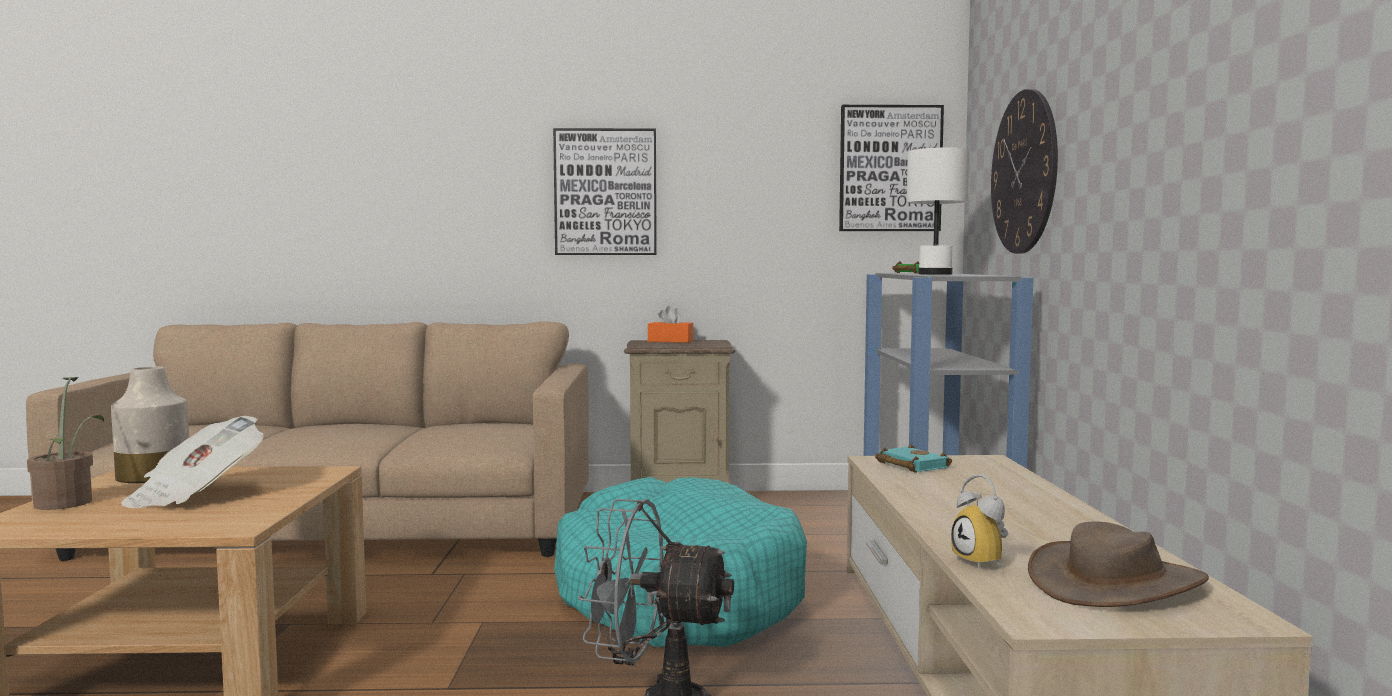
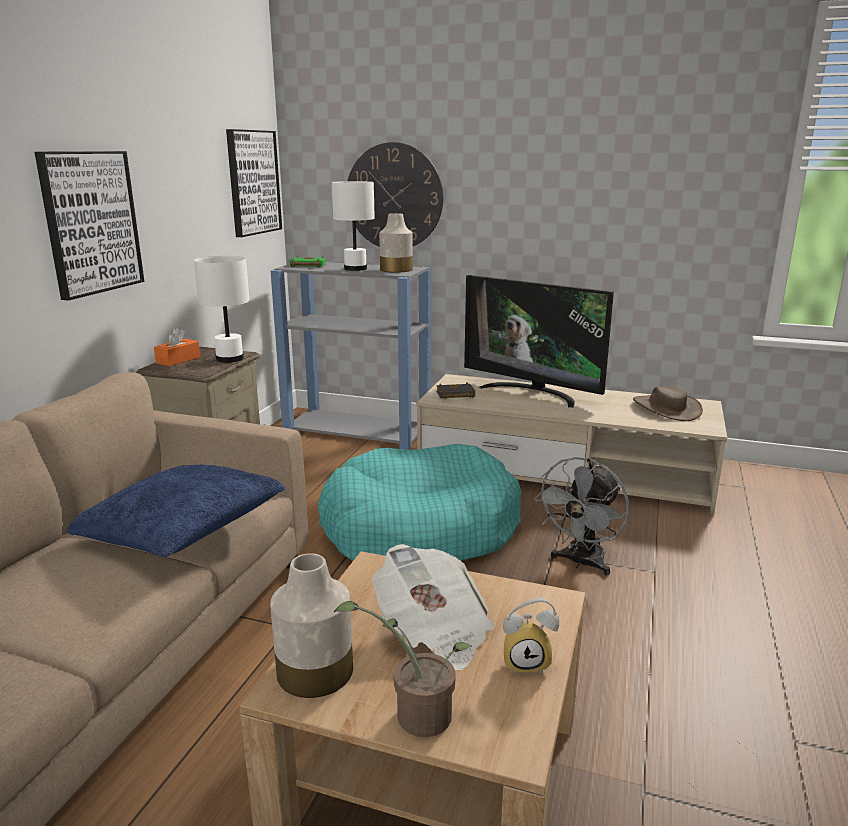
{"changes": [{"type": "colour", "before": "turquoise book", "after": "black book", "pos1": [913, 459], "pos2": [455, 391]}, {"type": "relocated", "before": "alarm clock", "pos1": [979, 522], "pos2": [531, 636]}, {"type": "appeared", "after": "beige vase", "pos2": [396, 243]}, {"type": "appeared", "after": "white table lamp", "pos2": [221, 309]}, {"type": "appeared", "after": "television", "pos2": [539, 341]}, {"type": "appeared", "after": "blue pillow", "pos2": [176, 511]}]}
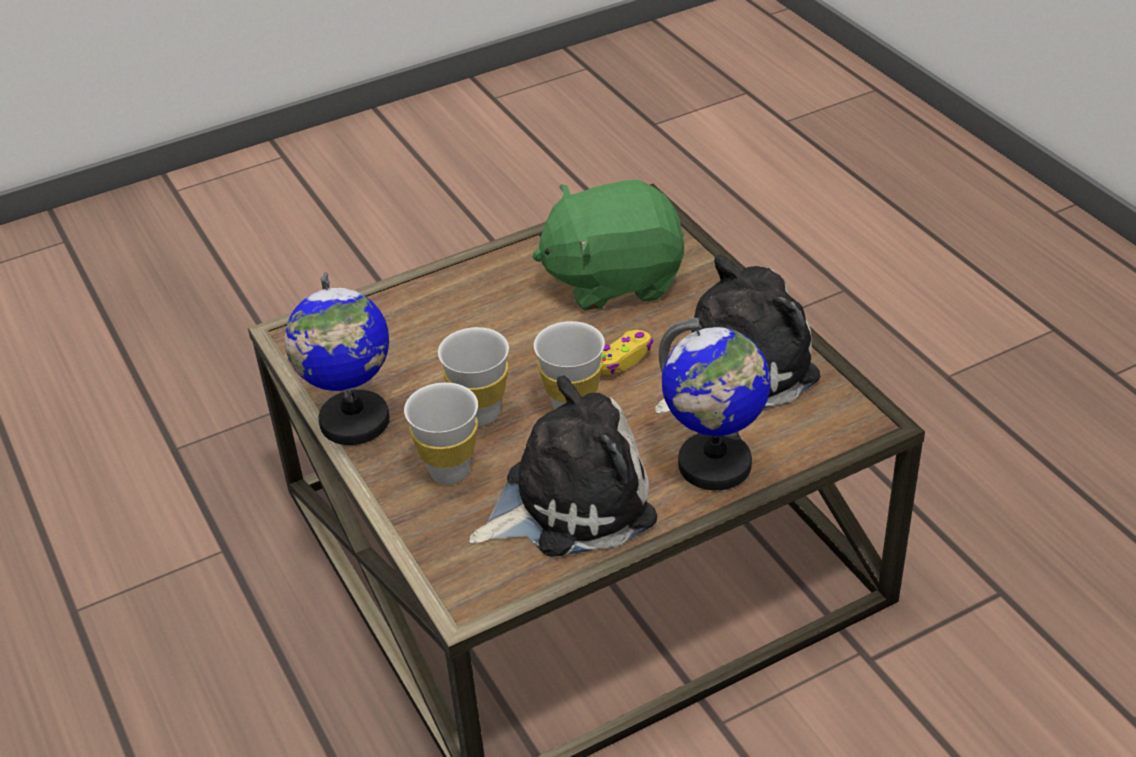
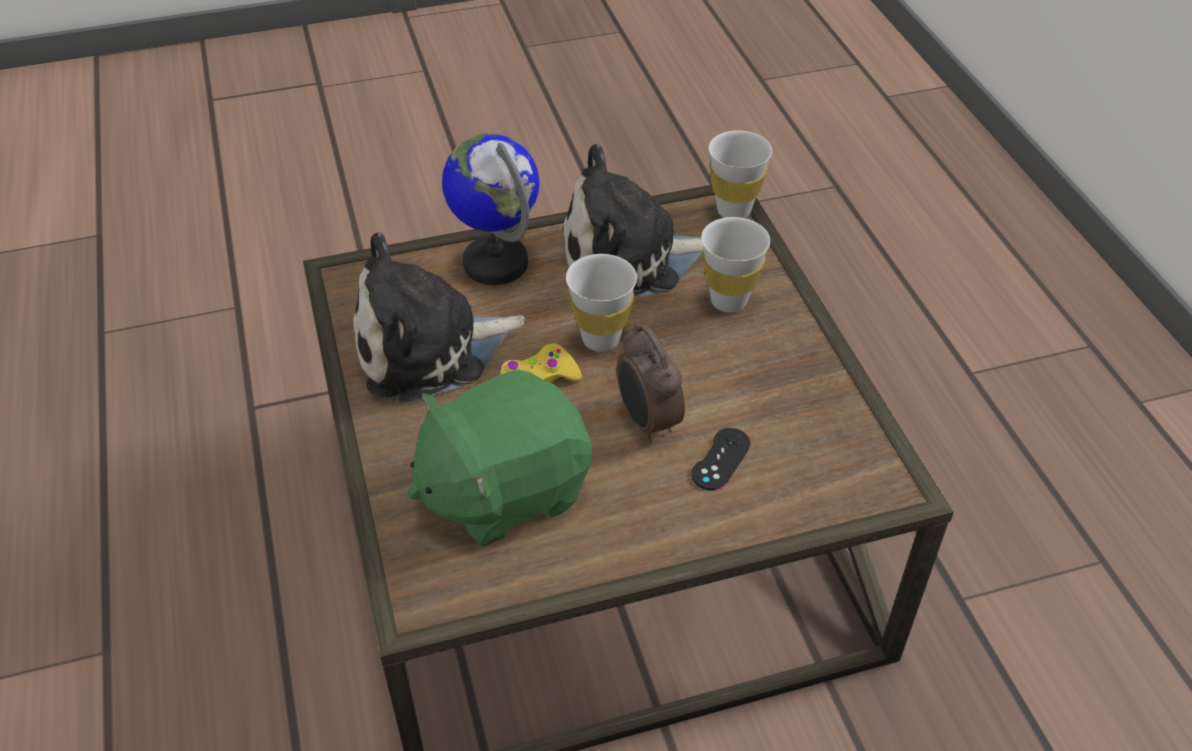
{"changes": [{"type": "spun", "before": "green plush toy", "pos1": [608, 245], "pos2": [499, 458], "turn": 150}, {"type": "missing", "before": "globe", "pos1": [337, 358]}, {"type": "relocated", "before": "white cup", "pos1": [473, 376], "pos2": [740, 174]}, {"type": "appeared", "after": "alarm clock", "pos2": [651, 383]}, {"type": "appeared", "after": "black game controller", "pos2": [720, 459]}]}
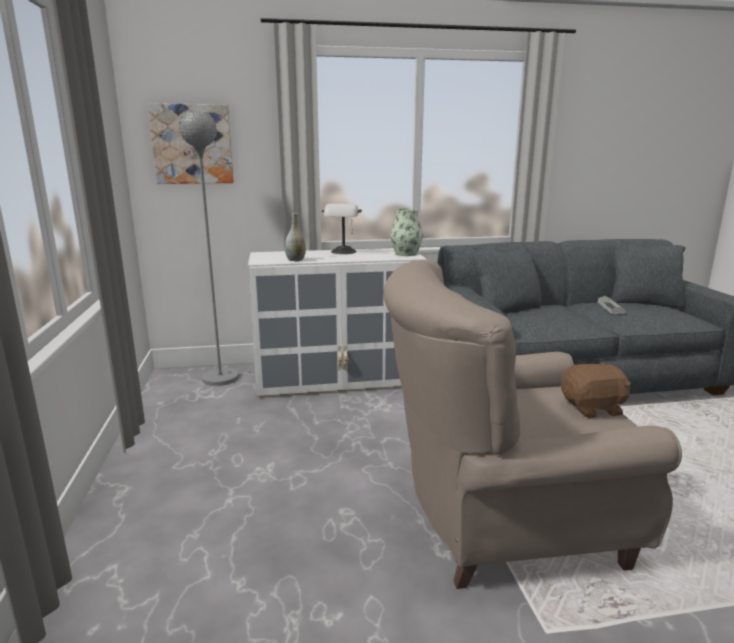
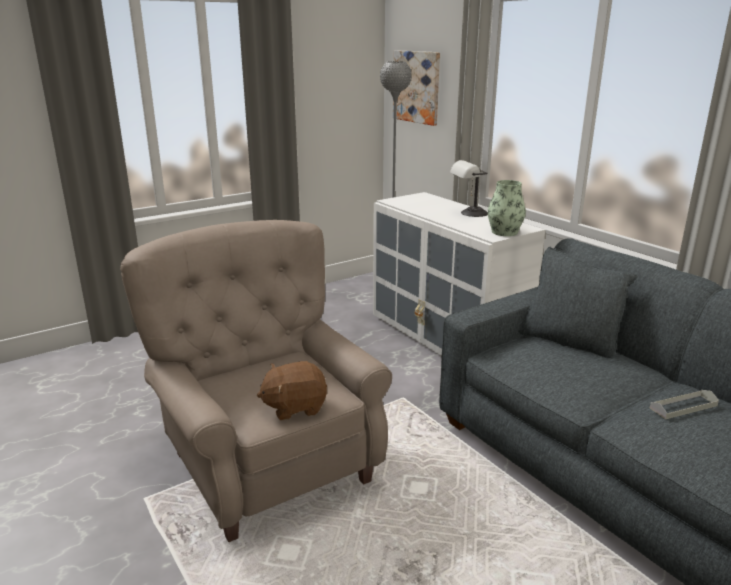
{"changes": [{"type": "missing", "before": "grey vase", "pos1": [295, 237]}, {"type": "spun", "before": "brown plush toy", "pos1": [596, 390], "pos2": [292, 391], "turn": 105}]}
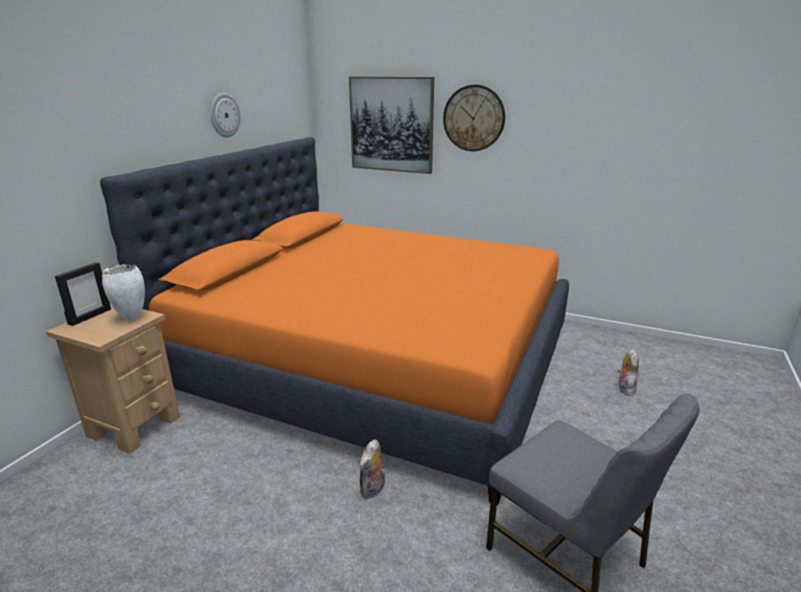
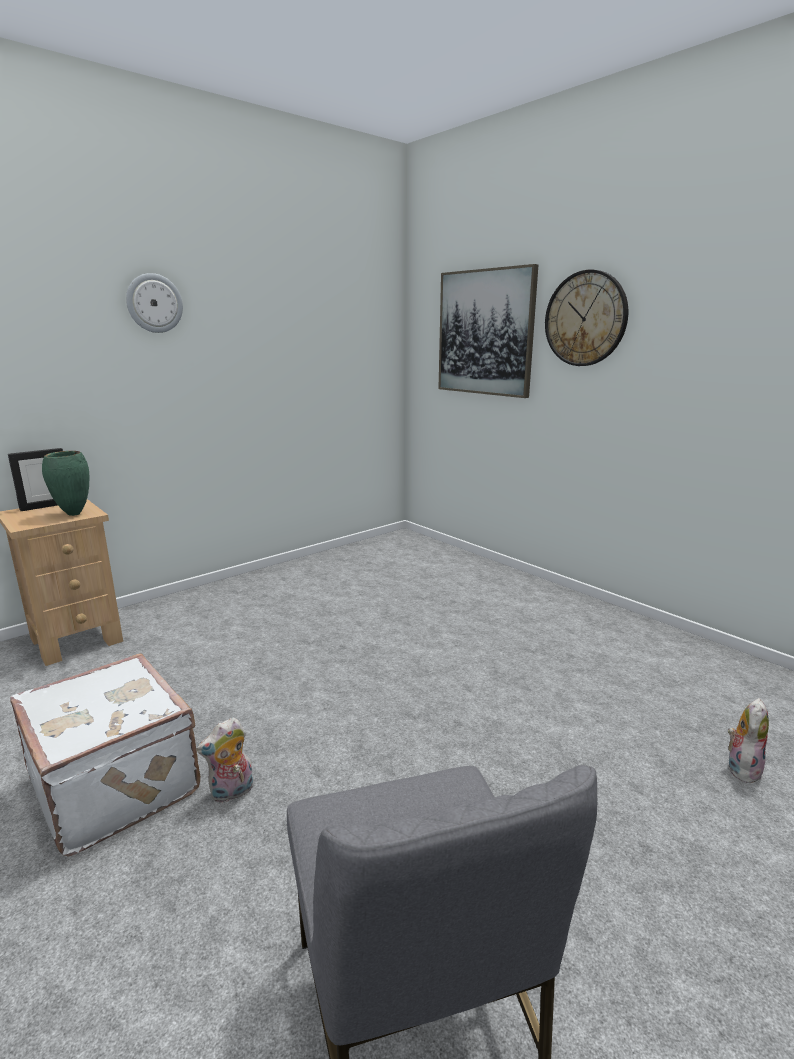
{"changes": [{"type": "relocated", "before": "wall clock", "pos1": [225, 115], "pos2": [154, 303]}, {"type": "missing", "before": "orange bed", "pos1": [334, 321]}, {"type": "colour", "before": "white vase", "after": "green vase", "pos1": [123, 292], "pos2": [65, 483]}, {"type": "appeared", "after": "white suitcase", "pos2": [105, 755]}]}
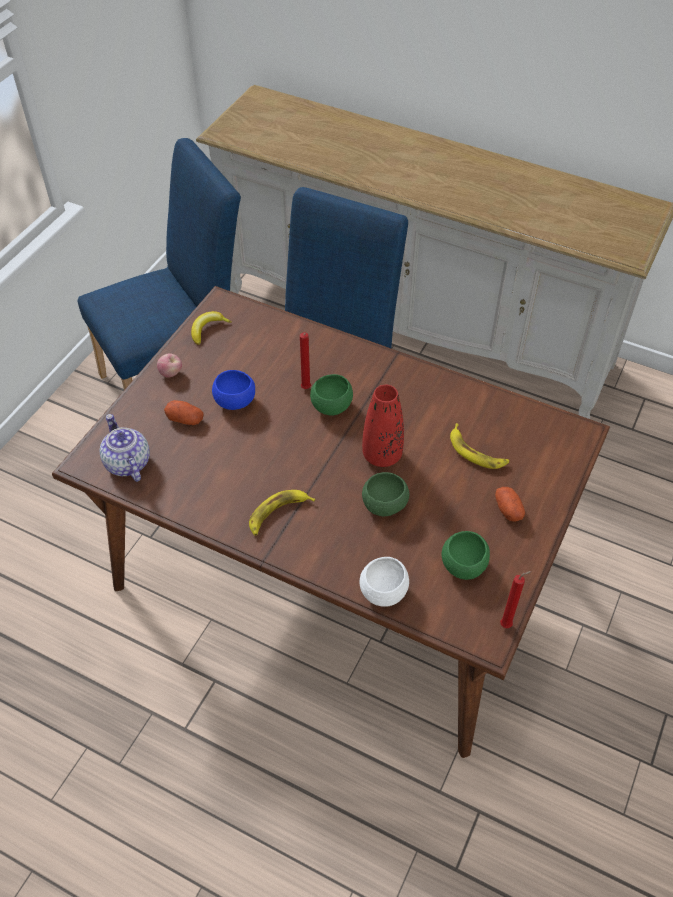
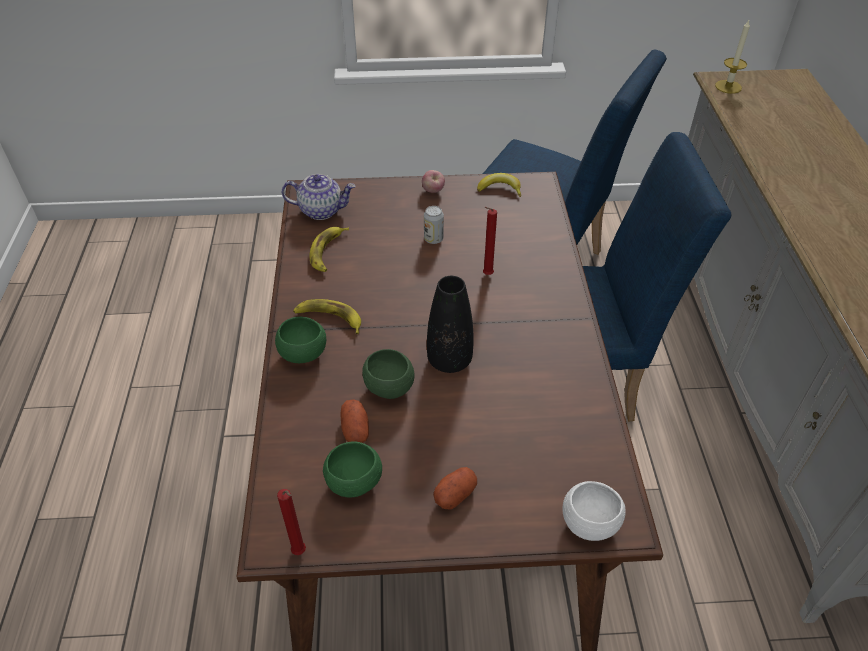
{"changes": [{"type": "exchanged", "before": "blue bowl", "after": "can", "pos1": [233, 390], "pos2": [434, 225]}, {"type": "relocated", "before": "green bowl", "pos1": [331, 395], "pos2": [300, 340]}, {"type": "colour", "before": "red vase", "after": "black vase", "pos1": [383, 426], "pos2": [450, 324]}, {"type": "relocated", "before": "potato", "pos1": [184, 412], "pos2": [354, 421]}, {"type": "spun", "before": "teapot", "pos1": [125, 448], "pos2": [319, 197], "turn": 60}, {"type": "relocated", "before": "banana", "pos1": [479, 446], "pos2": [329, 249]}, {"type": "relocated", "before": "white bowl", "pos1": [384, 582], "pos2": [594, 511]}, {"type": "appeared", "after": "candle", "pos2": [732, 57]}]}
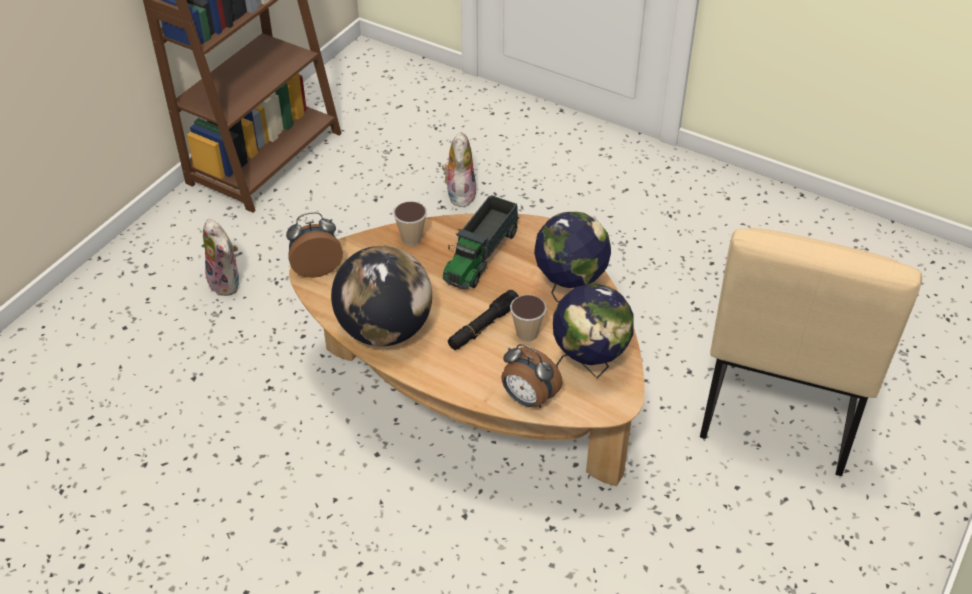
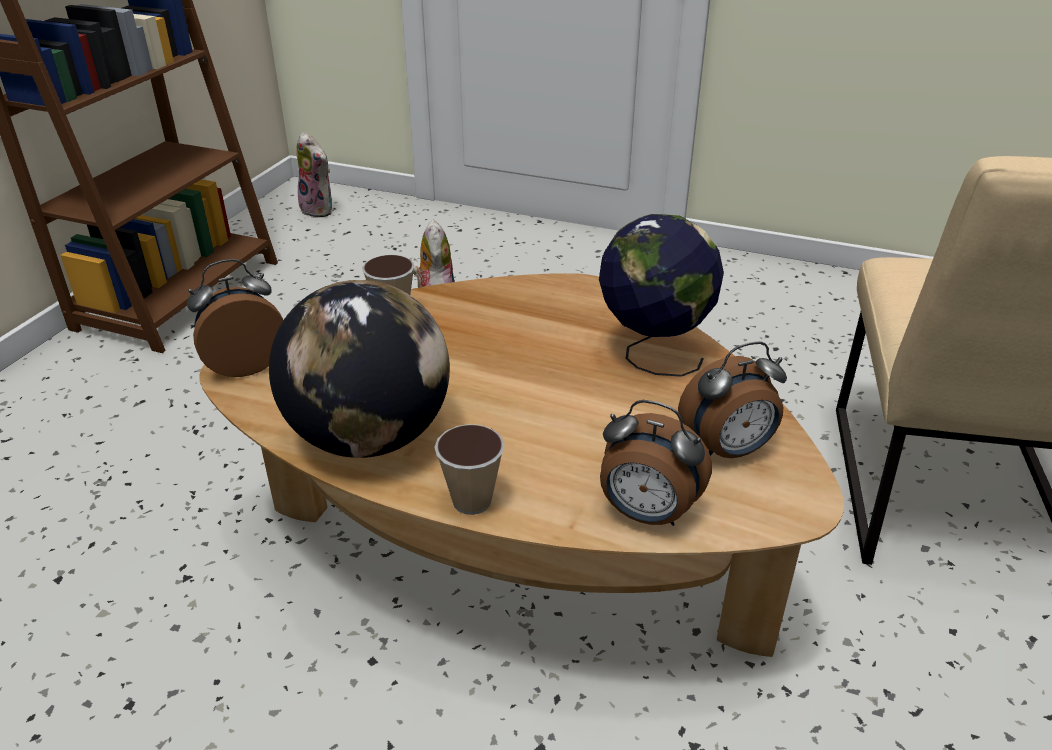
{"changes": [{"type": "missing", "before": "toy truck", "pos1": [481, 242]}, {"type": "relocated", "before": "plush toy", "pos1": [221, 257], "pos2": [314, 175]}, {"type": "exchanged", "before": "globe", "after": "alarm clock", "pos1": [593, 330], "pos2": [732, 399]}, {"type": "missing", "before": "black flashlight", "pos1": [483, 320]}, {"type": "relocated", "before": "cup", "pos1": [528, 318], "pos2": [469, 469]}]}
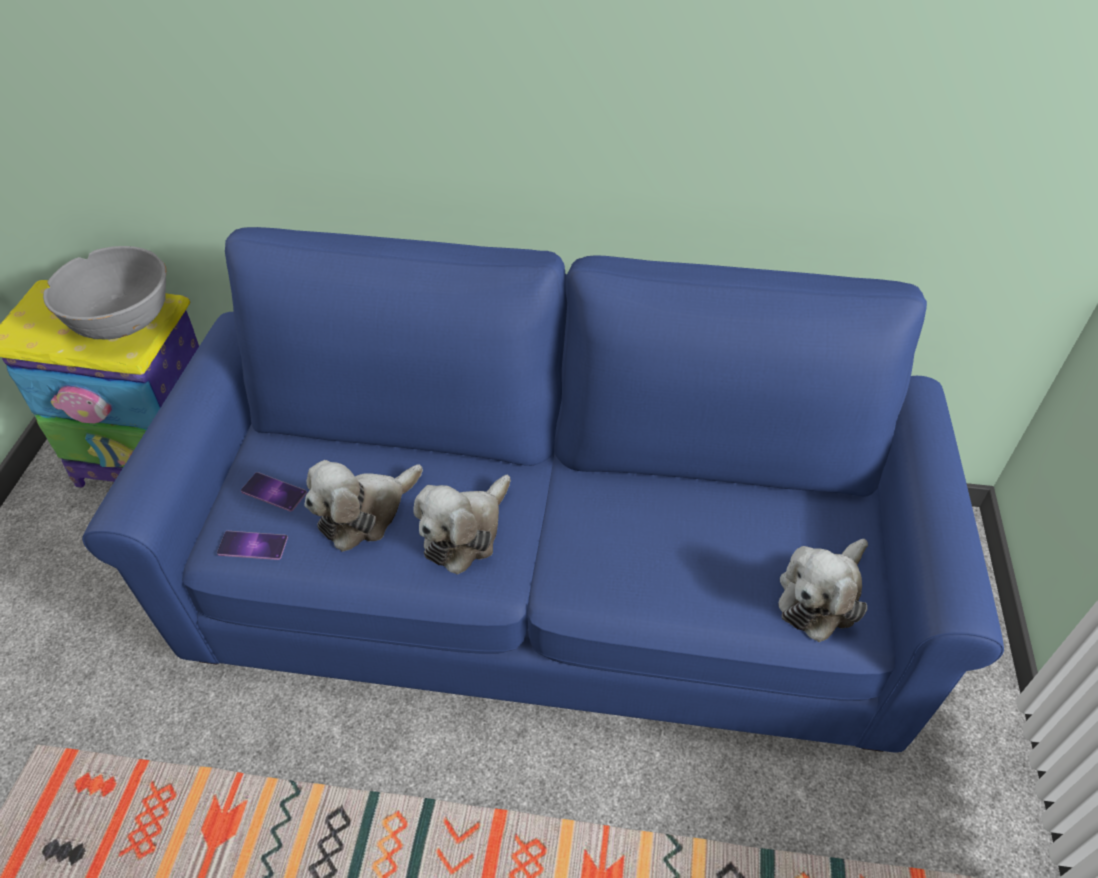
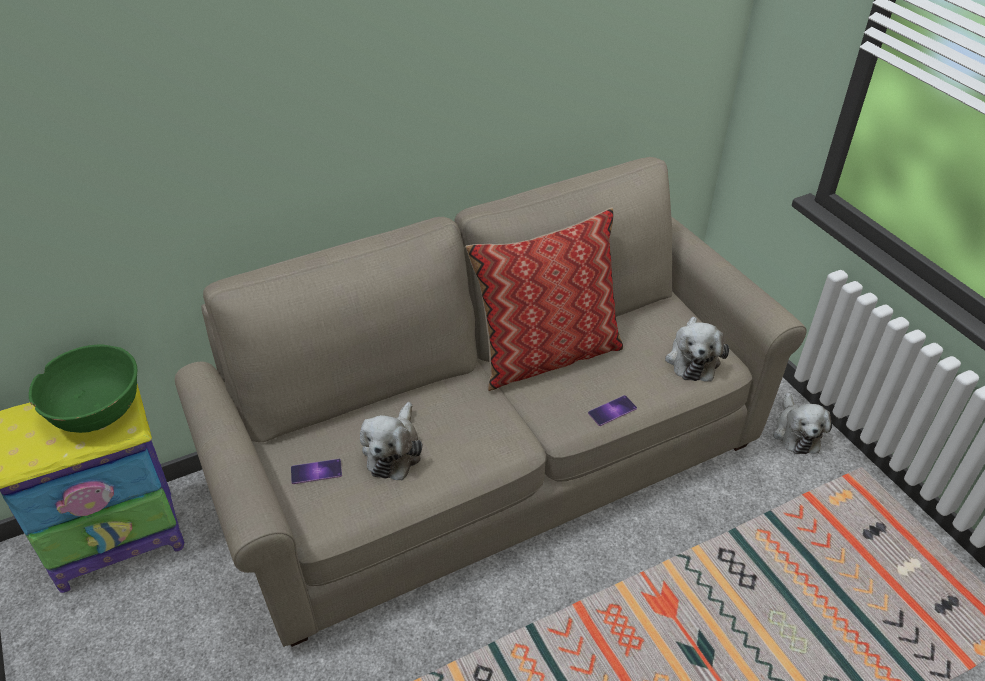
{"changes": [{"type": "colour", "before": "blue sofa", "after": "beige sofa", "pos1": [543, 490], "pos2": [491, 402]}, {"type": "colour", "before": "grey bowl", "after": "green bowl", "pos1": [104, 293], "pos2": [83, 389]}, {"type": "relocated", "before": "plush toy", "pos1": [462, 525], "pos2": [802, 423]}, {"type": "relocated", "before": "phone", "pos1": [252, 545], "pos2": [612, 410]}, {"type": "appeared", "after": "pillow", "pos2": [544, 299]}]}
